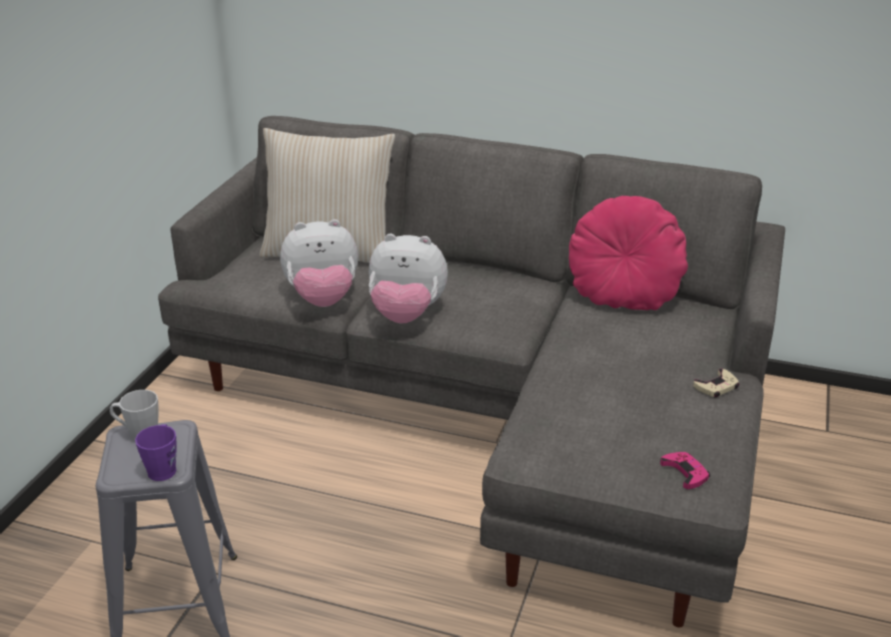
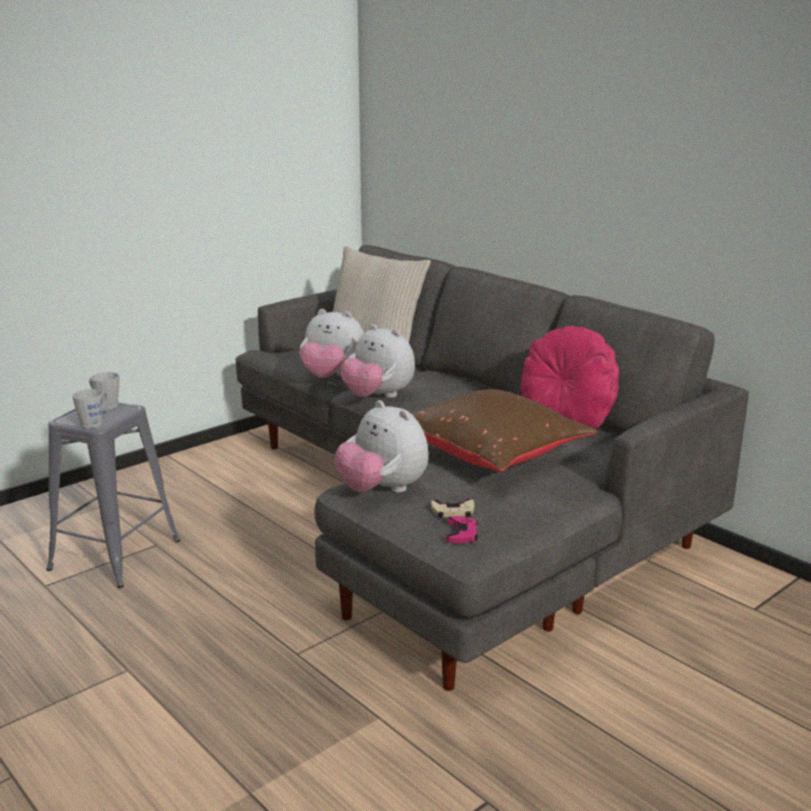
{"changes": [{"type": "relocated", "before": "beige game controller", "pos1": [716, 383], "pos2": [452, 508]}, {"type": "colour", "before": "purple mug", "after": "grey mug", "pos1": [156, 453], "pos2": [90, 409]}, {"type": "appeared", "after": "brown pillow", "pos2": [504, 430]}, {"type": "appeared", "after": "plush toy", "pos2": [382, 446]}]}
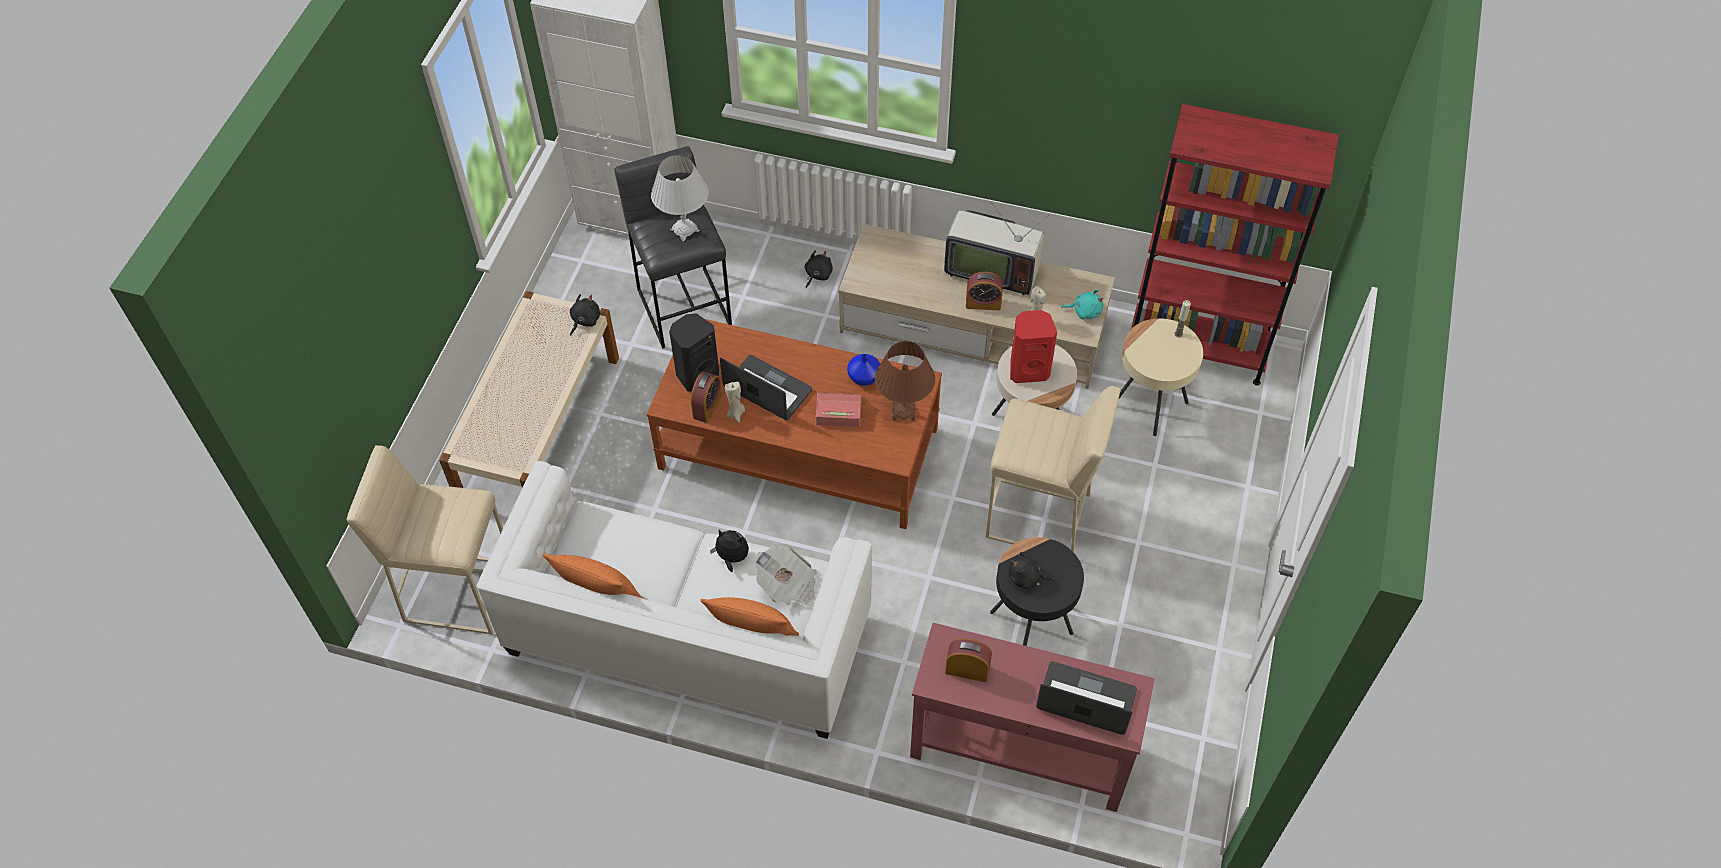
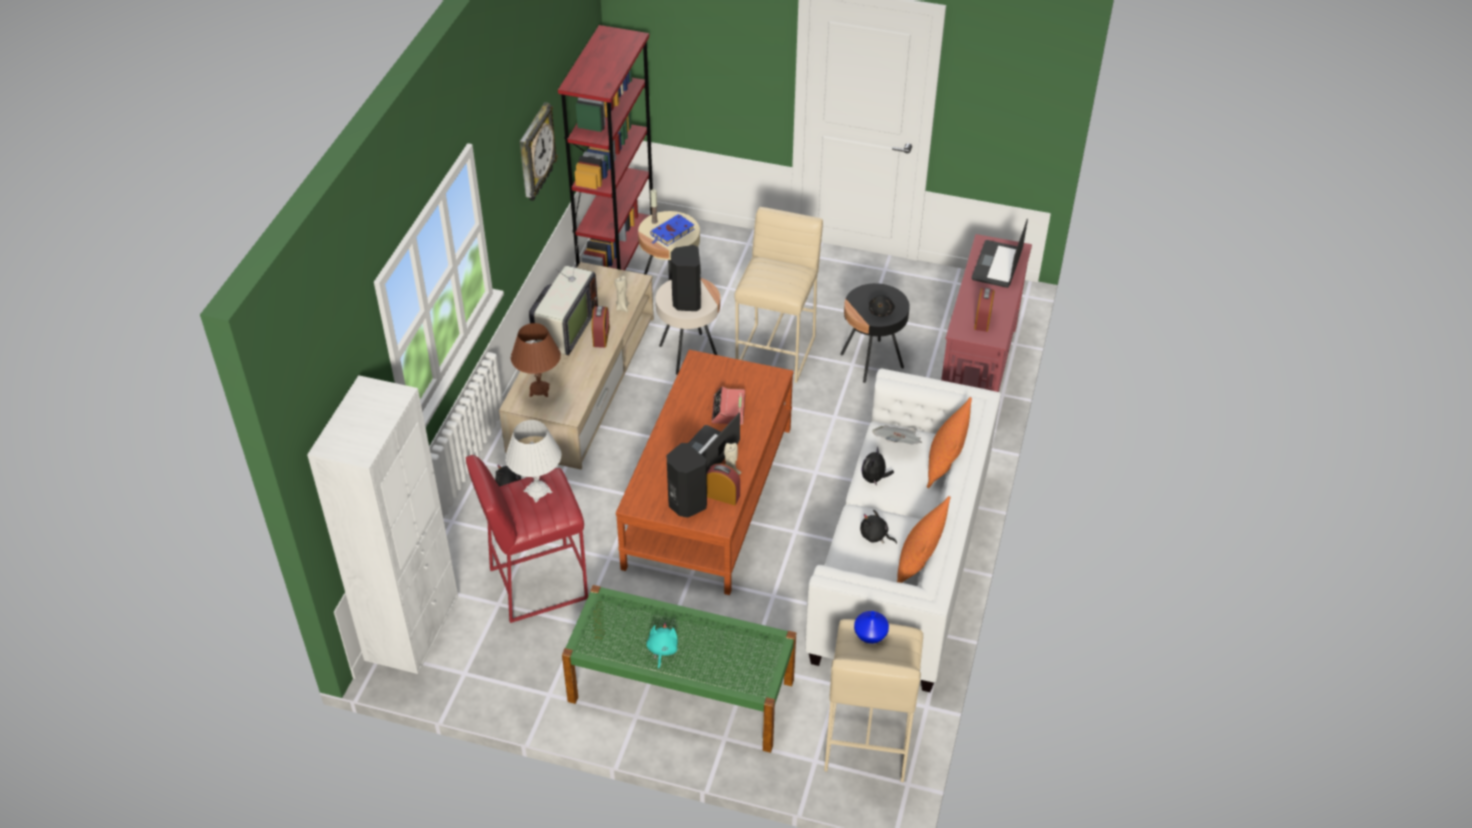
{"changes": [{"type": "colour", "before": "grey stool", "after": "red stool", "pos1": [673, 247], "pos2": [527, 539]}, {"type": "relocated", "before": "turquoise plush toy", "pos1": [1082, 304], "pos2": [662, 645]}, {"type": "colour", "before": "beige bench", "after": "green bench", "pos1": [529, 389], "pos2": [679, 669]}, {"type": "relocated", "before": "black plush toy", "pos1": [585, 315], "pos2": [878, 527]}, {"type": "colour", "before": "red speaker", "after": "black speaker", "pos1": [1033, 346], "pos2": [686, 278]}, {"type": "relocated", "before": "brown table lamp", "pos1": [905, 381], "pos2": [536, 360]}, {"type": "relocated", "before": "blue vase", "pos1": [863, 370], "pos2": [871, 627]}, {"type": "appeared", "after": "wall clock", "pos2": [539, 151]}, {"type": "appeared", "after": "blue book", "pos2": [672, 230]}]}
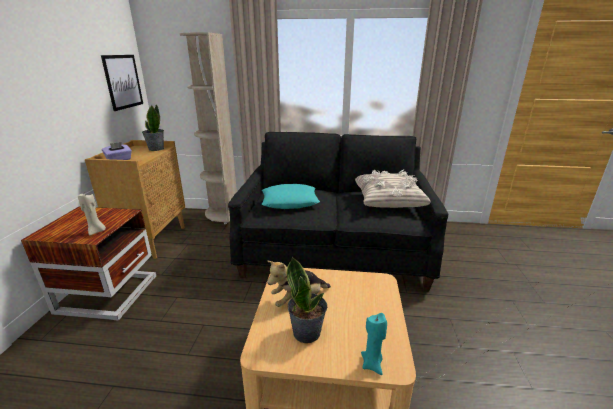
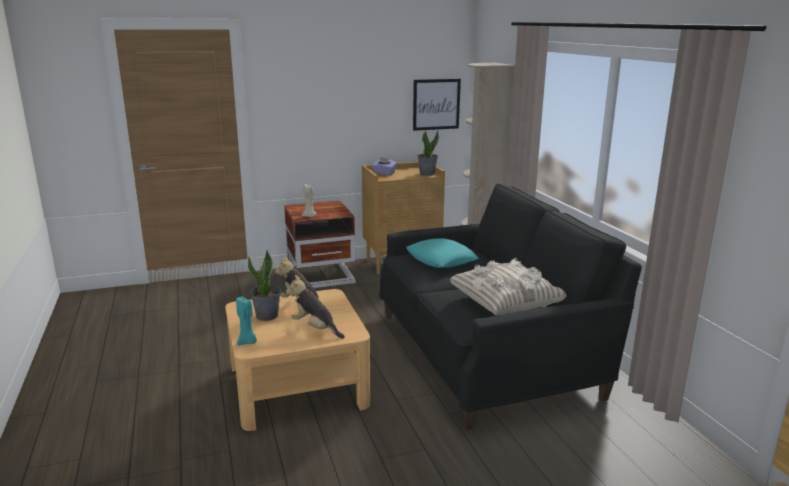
{"changes": [{"type": "appeared", "after": "plush toy", "pos2": [315, 307]}]}
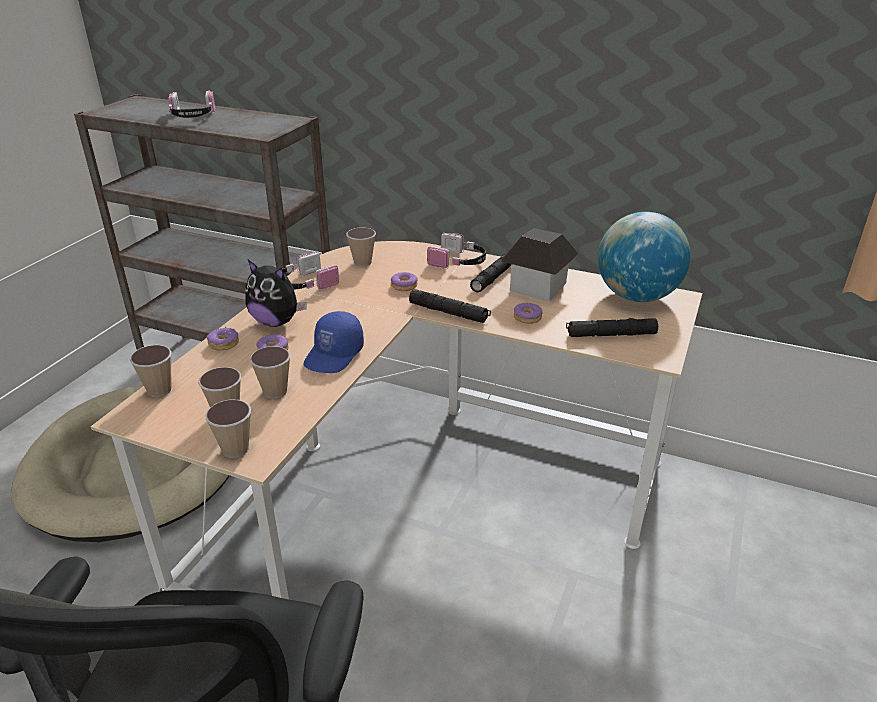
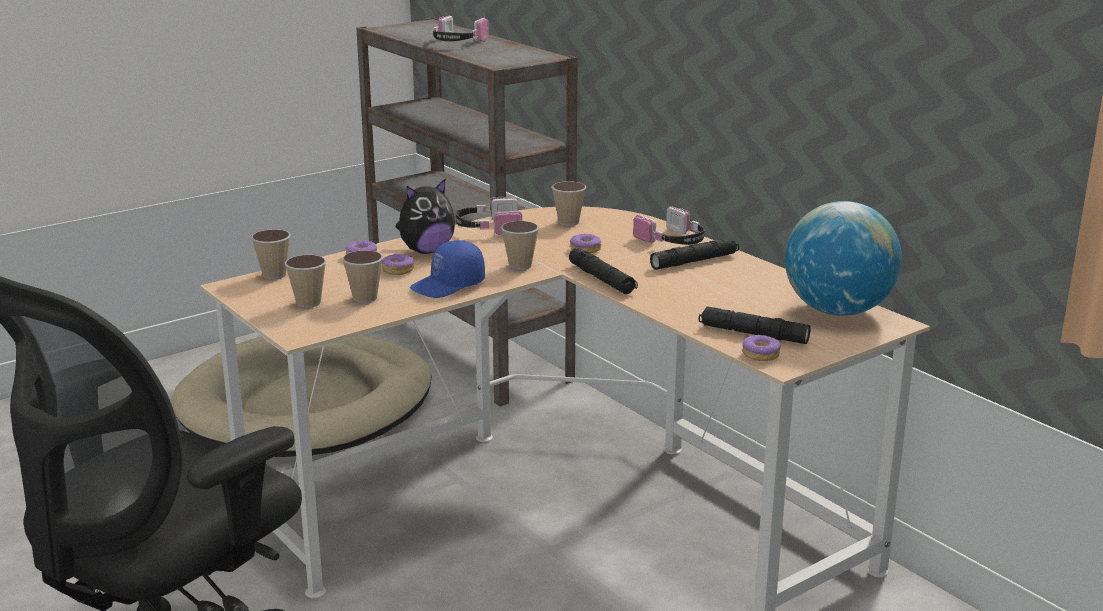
{"changes": [{"type": "missing", "before": "toy house", "pos1": [540, 265]}, {"type": "spun", "before": "plush toy", "pos1": [276, 293], "pos2": [425, 216], "turn": -90}, {"type": "relocated", "before": "donut", "pos1": [528, 313], "pos2": [761, 348]}, {"type": "relocated", "before": "cup", "pos1": [228, 428], "pos2": [520, 245]}]}
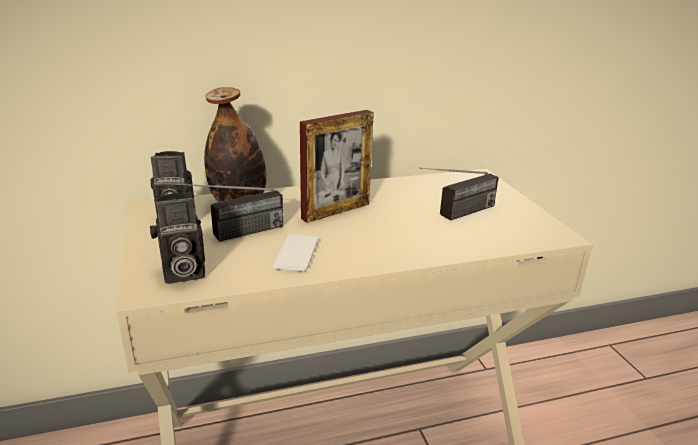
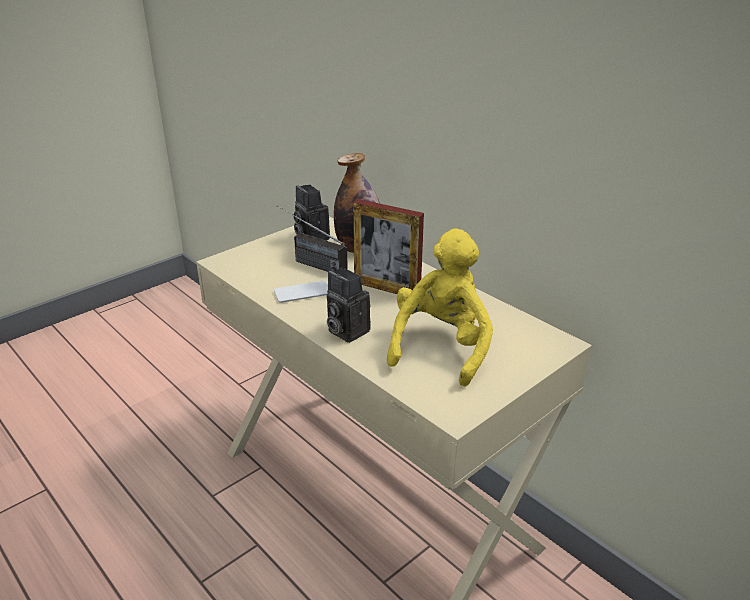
{"changes": [{"type": "exchanged", "before": "radio", "after": "yellow plush toy", "pos1": [459, 193], "pos2": [440, 307]}, {"type": "relocated", "before": "photo camera", "pos1": [177, 238], "pos2": [349, 305]}]}
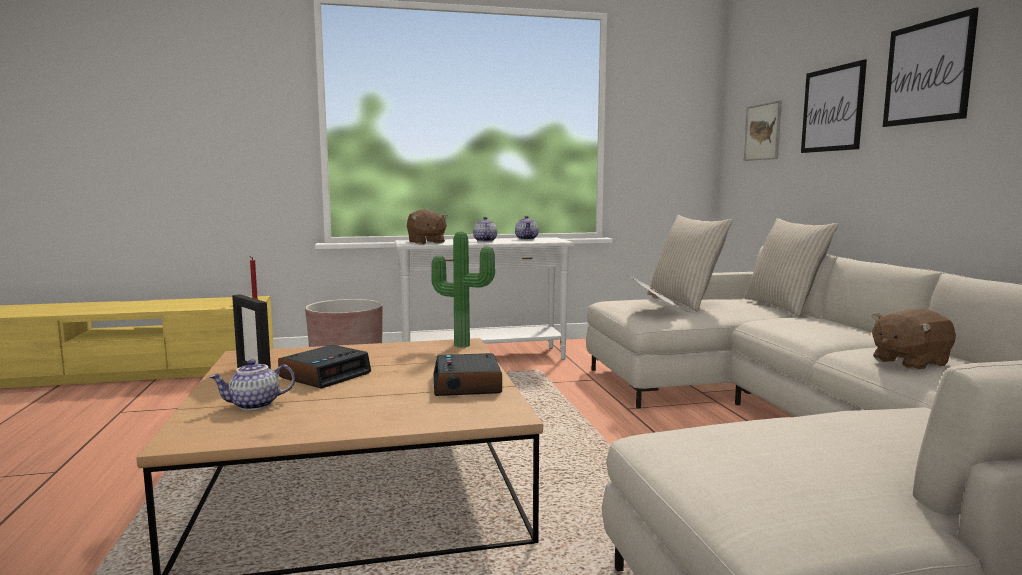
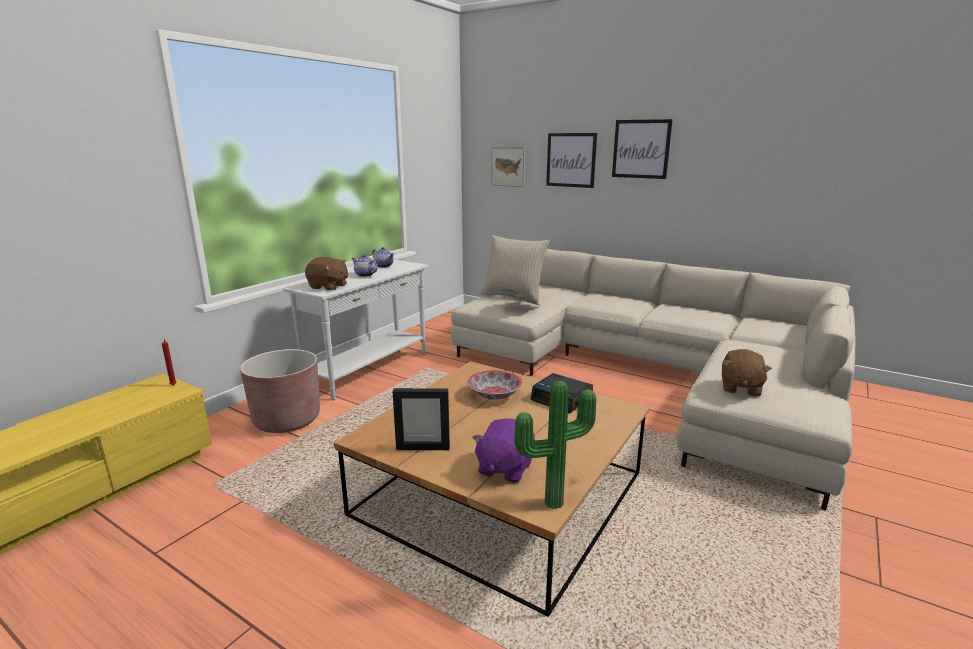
{"changes": [{"type": "missing", "before": "beige pillow", "pos1": [790, 267]}, {"type": "relocated", "before": "potted plant", "pos1": [463, 290], "pos2": [555, 445]}, {"type": "relocated", "before": "brown plush toy", "pos1": [914, 339], "pos2": [747, 373]}, {"type": "missing", "before": "alarm clock", "pos1": [324, 367]}, {"type": "exchanged", "before": "teapot", "after": "purple plush toy", "pos1": [252, 384], "pos2": [503, 450]}, {"type": "appeared", "after": "bowl", "pos2": [495, 384]}]}
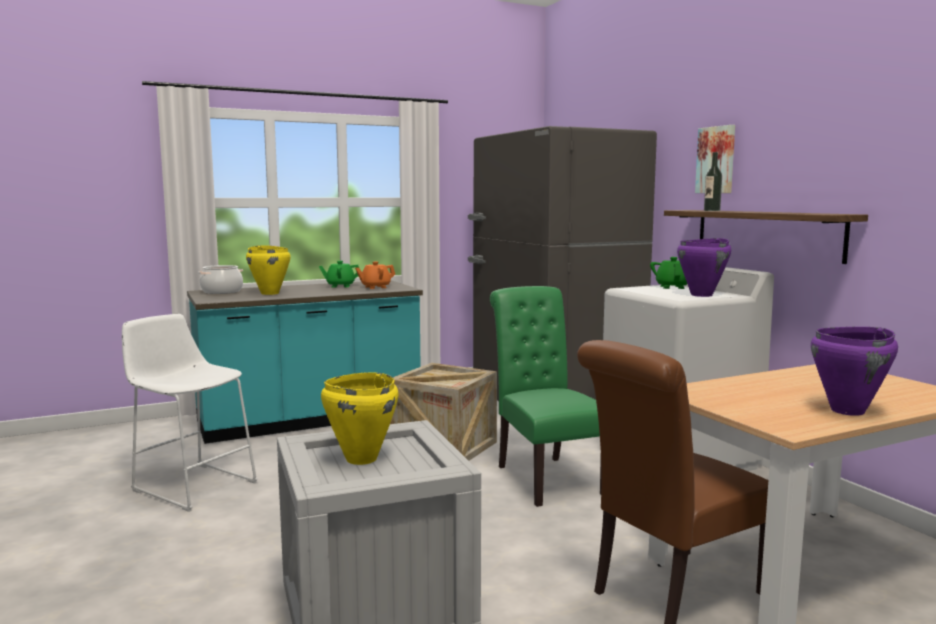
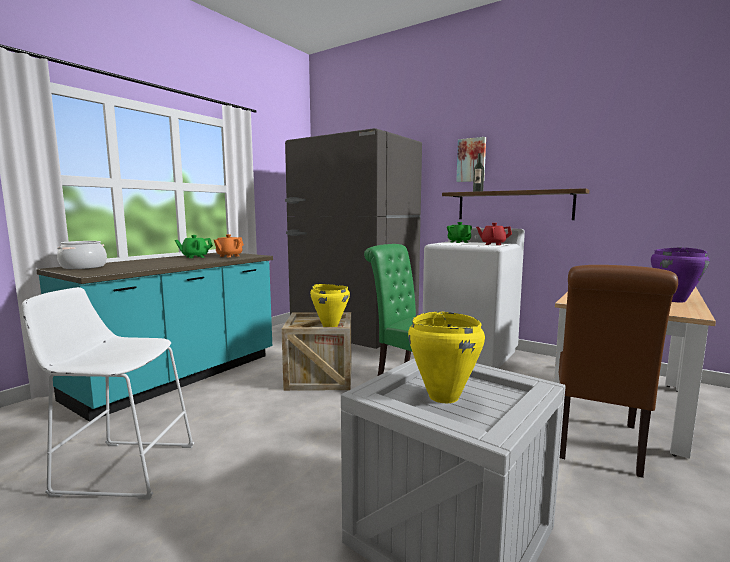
{"changes": [{"type": "exchanged", "before": "purple cooking pot", "after": "red teapot", "pos1": [704, 267], "pos2": [494, 234]}, {"type": "relocated", "before": "yellow cooking pot", "pos1": [268, 270], "pos2": [330, 305]}]}
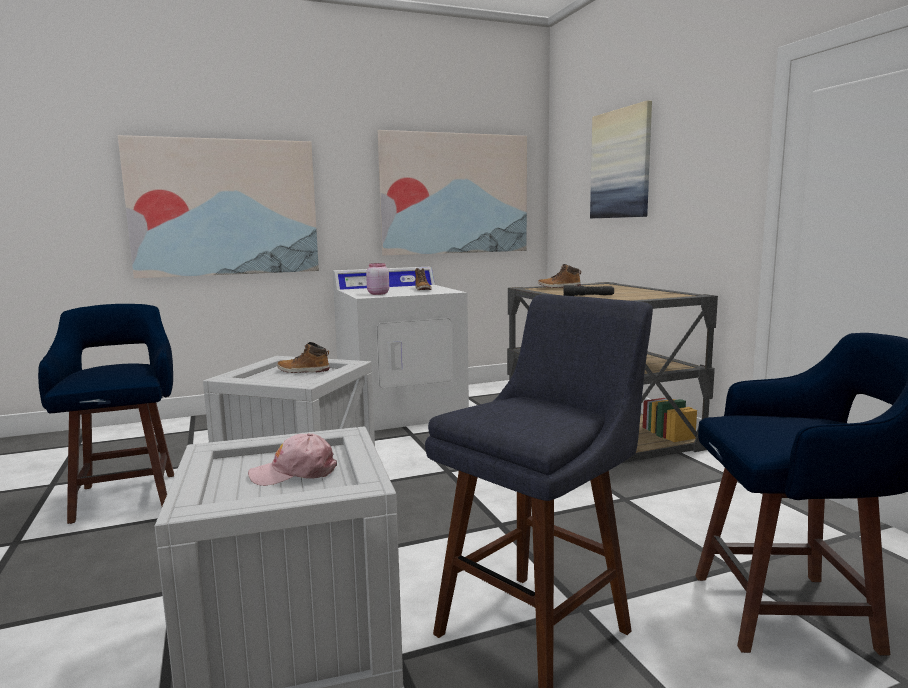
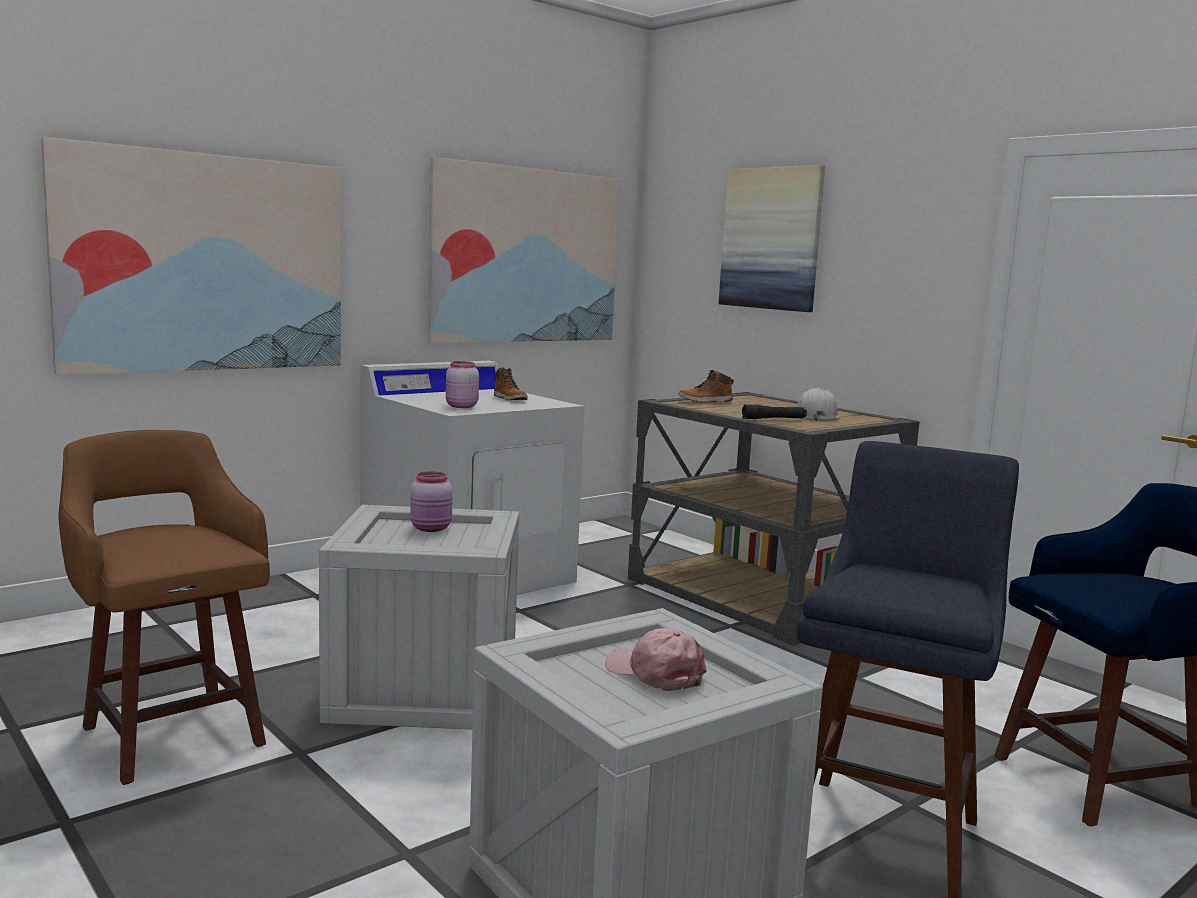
{"changes": [{"type": "colour", "before": "blue stool", "after": "brown stool", "pos1": [106, 414], "pos2": [164, 607]}, {"type": "exchanged", "before": "boot", "after": "pink jar", "pos1": [303, 357], "pos2": [431, 502]}, {"type": "spun", "before": "pink cap", "pos1": [292, 459], "pos2": [656, 659], "turn": 75}, {"type": "appeared", "after": "white hard hat", "pos2": [818, 404]}]}
